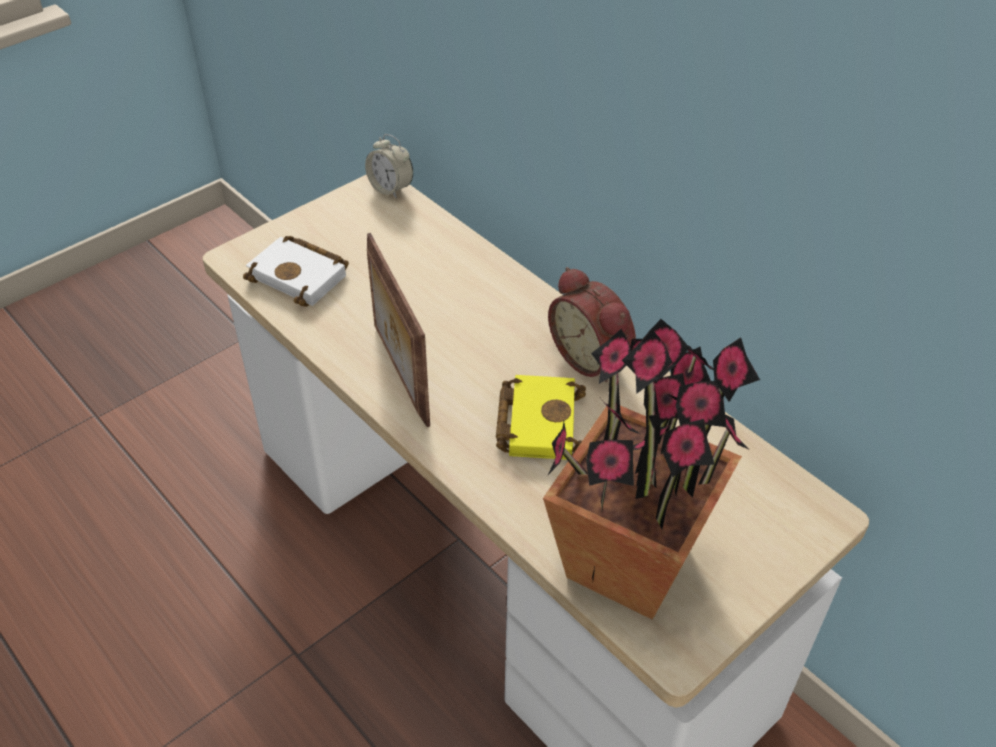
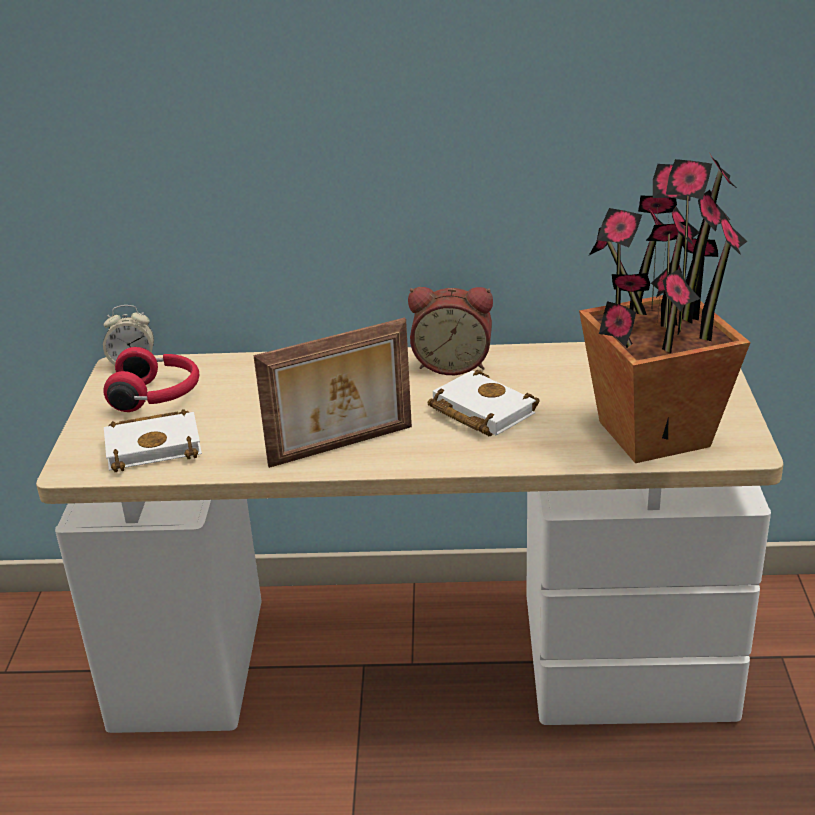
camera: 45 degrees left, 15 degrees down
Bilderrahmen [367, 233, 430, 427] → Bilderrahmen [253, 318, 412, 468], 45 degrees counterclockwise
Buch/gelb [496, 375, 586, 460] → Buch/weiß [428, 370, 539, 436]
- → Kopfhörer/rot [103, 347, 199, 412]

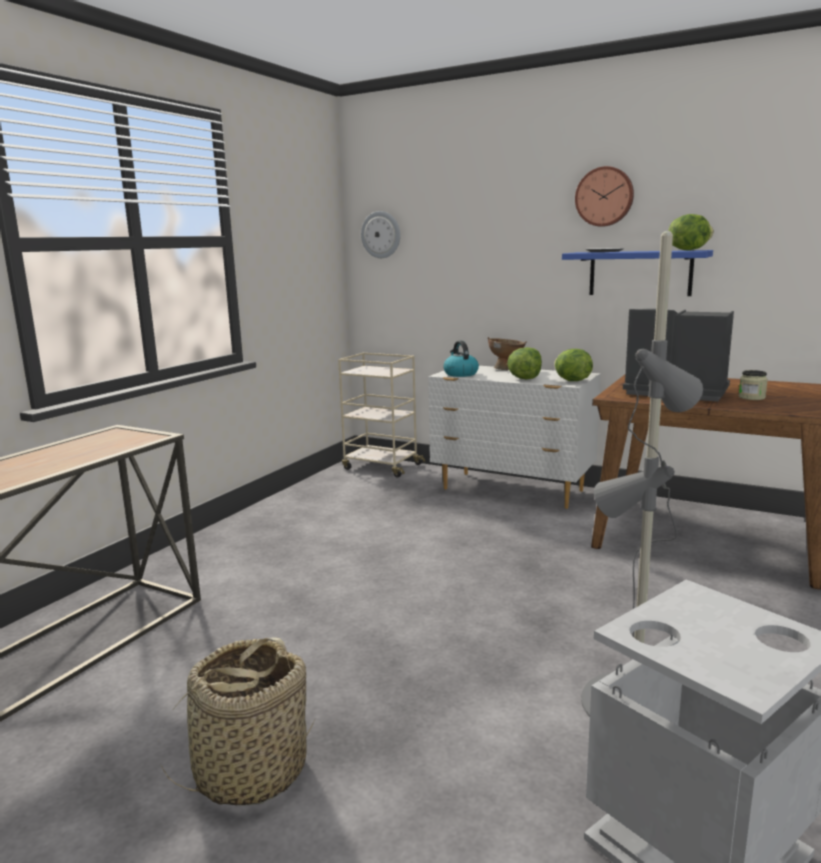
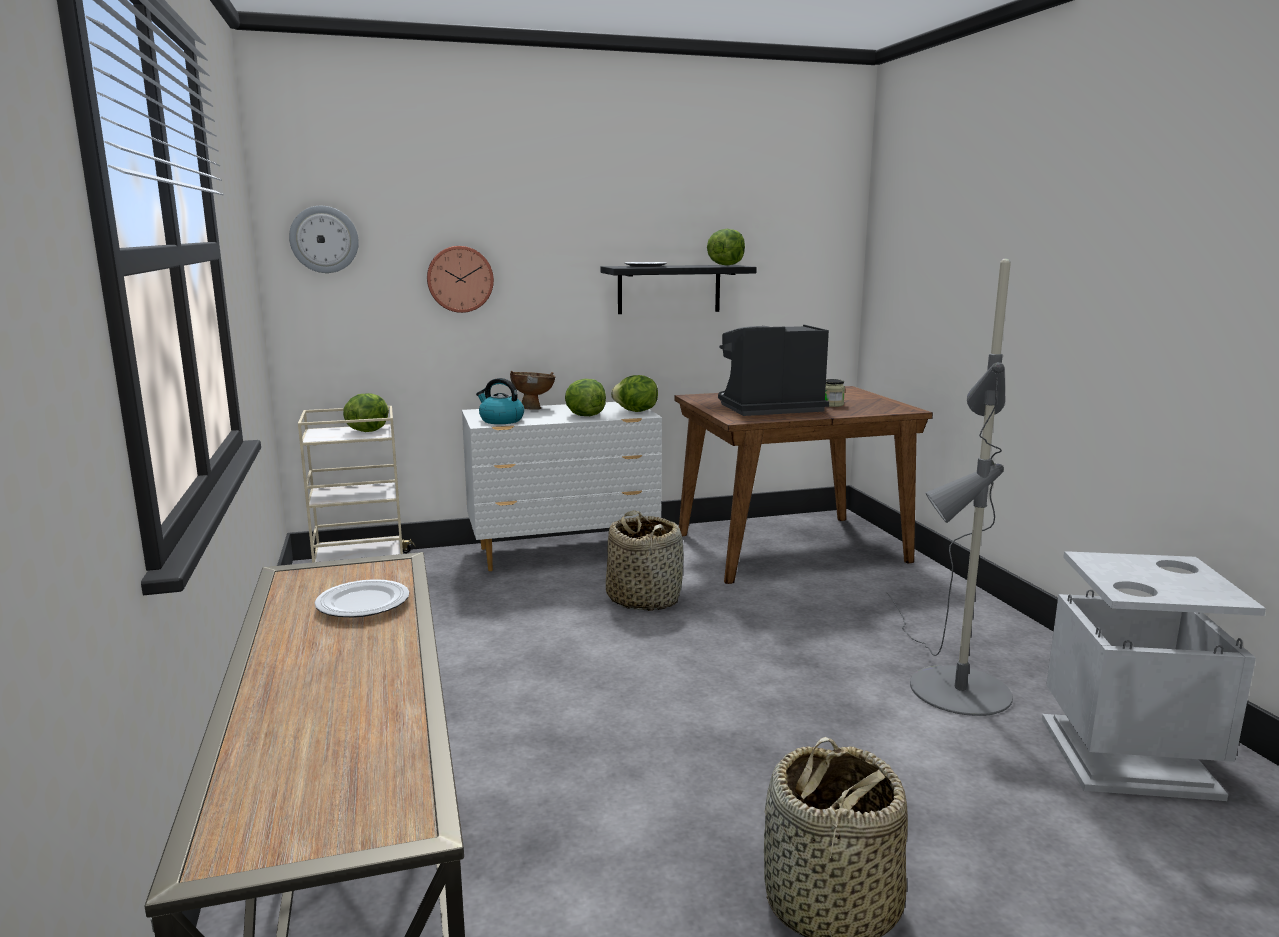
camera: 45 degrees left, 0 degrees up
Wanduhr [575, 166, 634, 227] → Wanduhr [427, 246, 494, 313], moved
Wandregal/blau [562, 250, 713, 296] → Wandregal/schwarz [600, 265, 757, 314]
- → Salatkopf [343, 393, 389, 432]
- → Korb [606, 510, 684, 611]
- → Teller [315, 579, 409, 617]

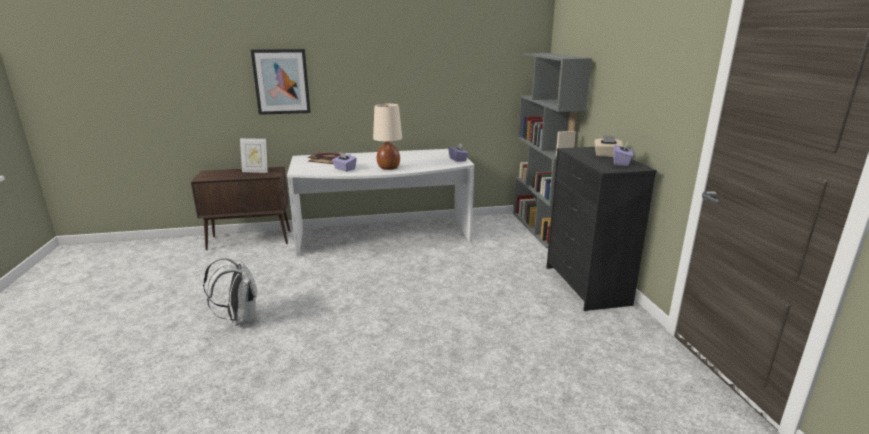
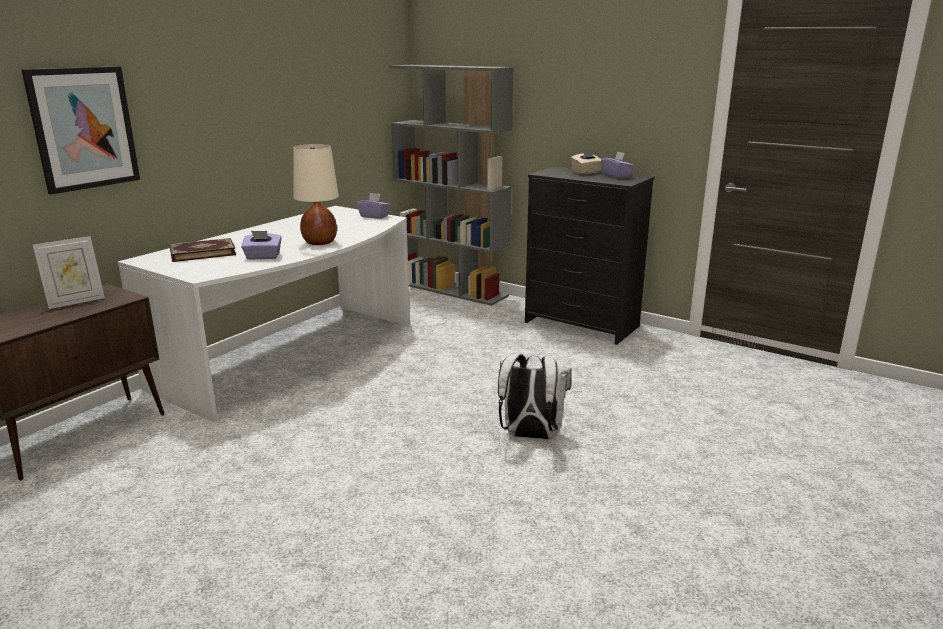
camera: 45 degrees left, 0 degrees up
Rucksack/weiß [203, 257, 257, 326] → Rucksack/weiß [498, 354, 571, 440], moved

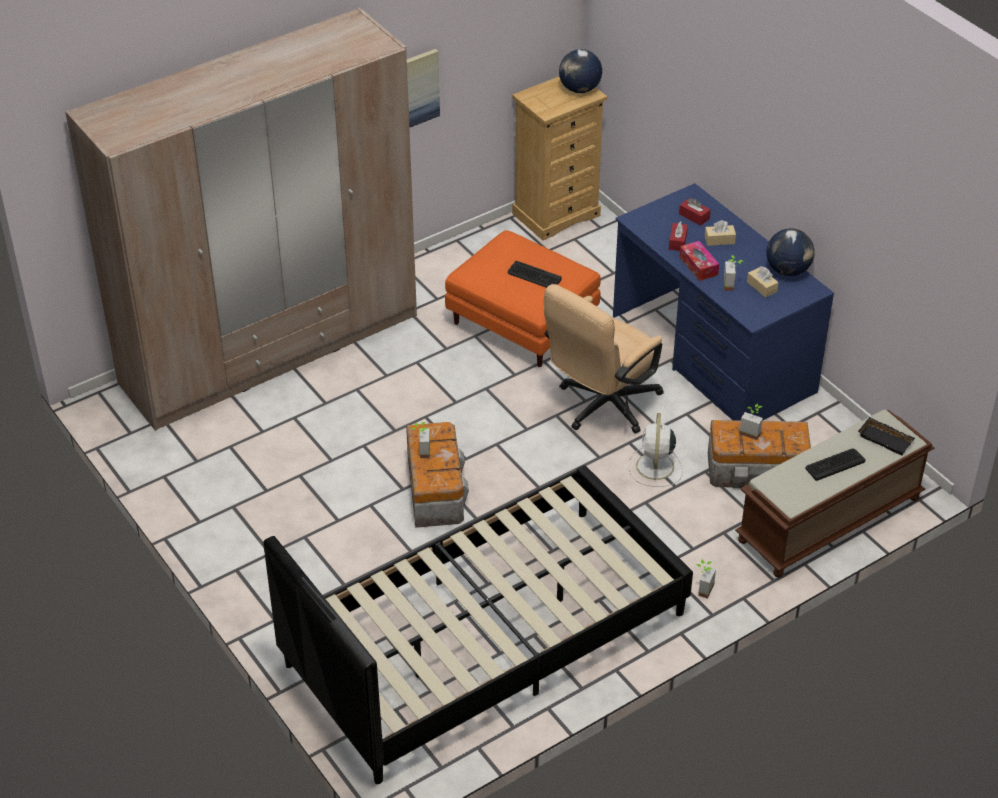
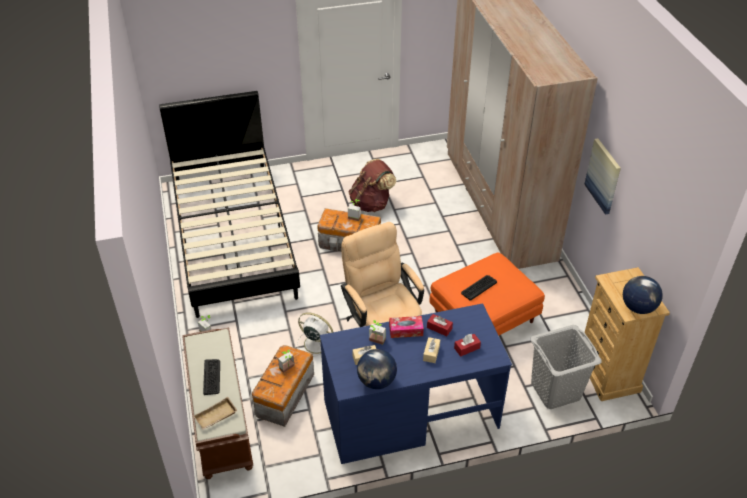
camera: 110 degrees right, 0 degrees up
Tablett/schwarz [858, 417, 915, 455] → Tablett/beige [194, 397, 237, 430]
- → Rucksack/braun [349, 159, 397, 212]
- → Wäschekorb/grau [530, 325, 602, 409]

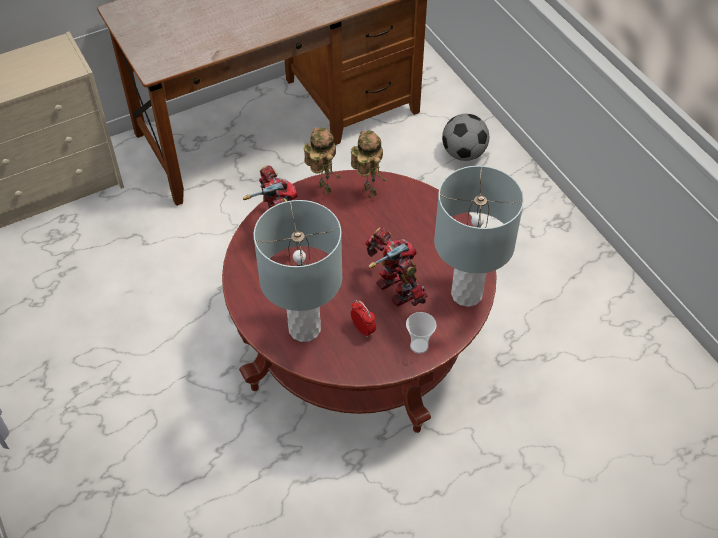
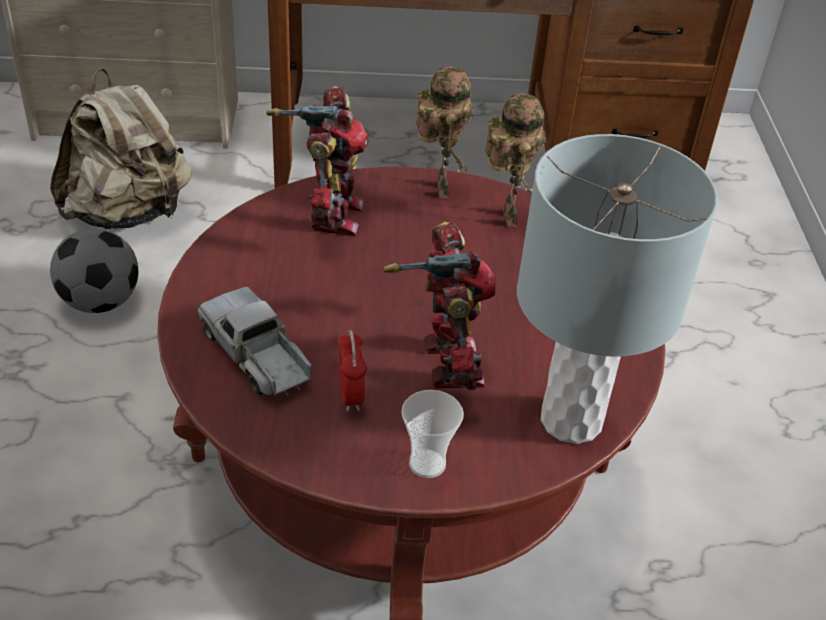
camera: 25 degrees right, 10 degrees down
Fußball [442, 114, 489, 161] → Fußball [50, 228, 139, 313], moved
Tischlampe/grau [254, 200, 342, 342] → Spielzeuglaster [197, 287, 312, 396]
- → Rucksack/beige [50, 68, 192, 229]

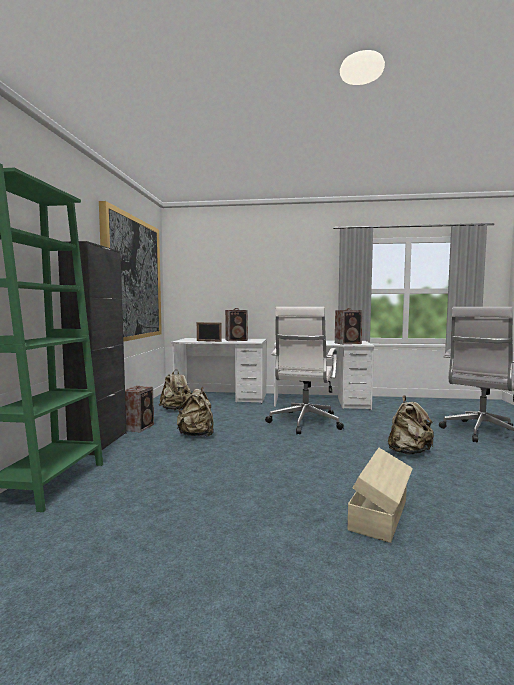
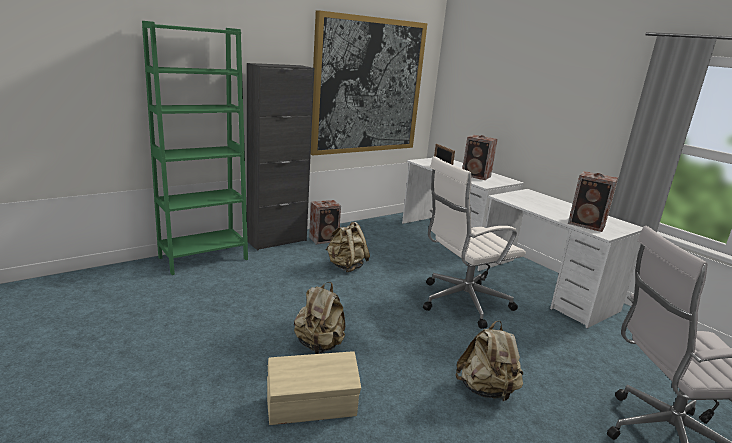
camera: 45 degrees right, 15 degrees up
Rucksack/beige [159, 369, 192, 410] → Rucksack/beige [294, 282, 345, 354], moved

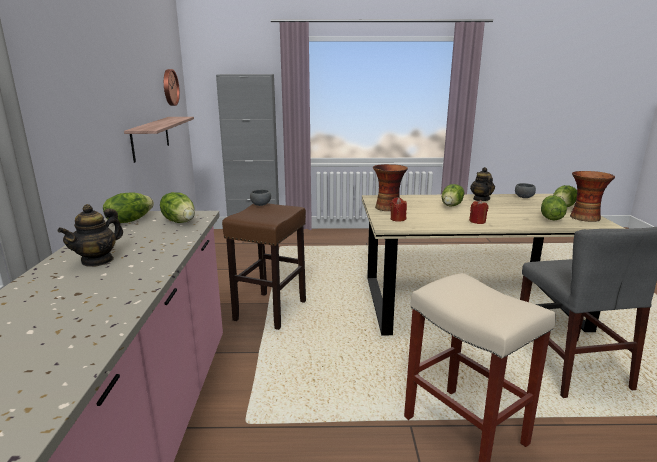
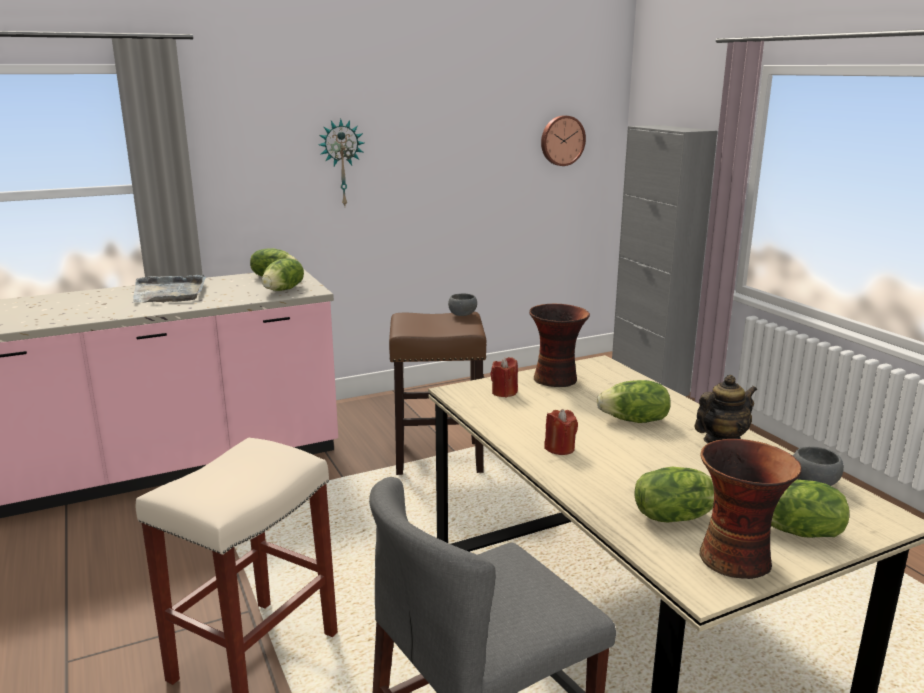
camera: 65 degrees right, 0 degrees up
Wandregal [124, 117, 194, 163] → -
Teekanne [57, 204, 123, 267] → Tablett/grau [133, 274, 206, 303]
- → Wanduhr [318, 119, 364, 206]

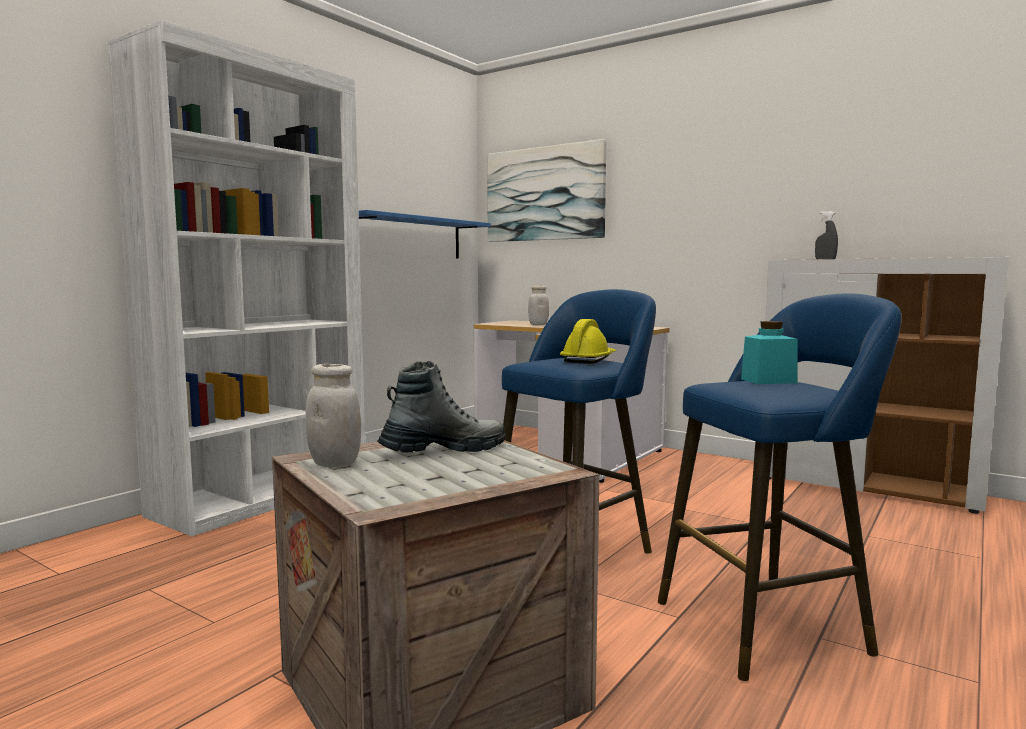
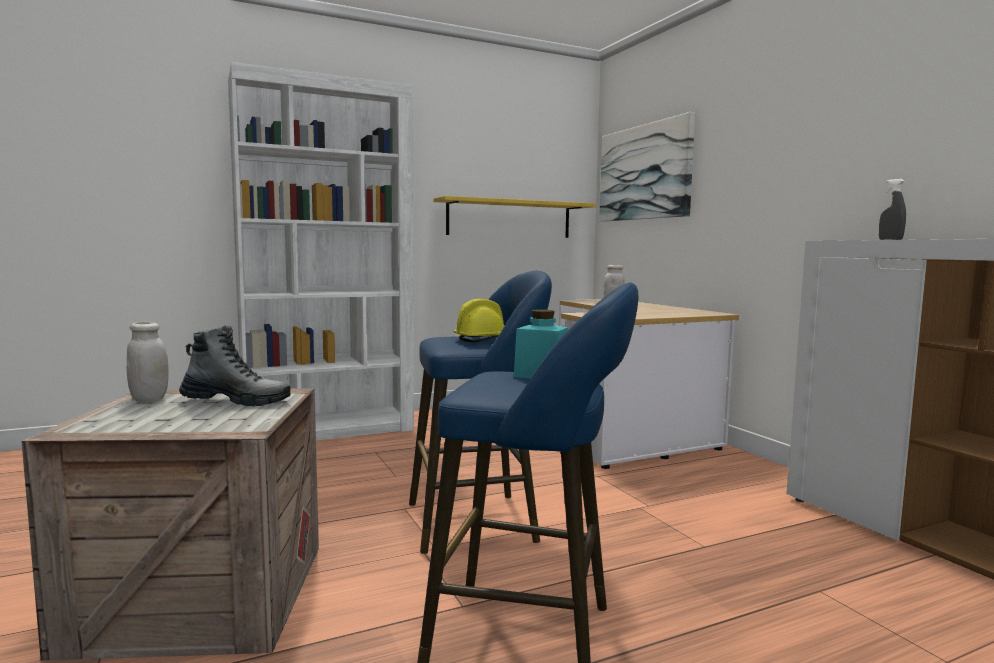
camera: 30 degrees right, 0 degrees up
Wandregal/blau [359, 210, 491, 258] → Wandregal/gelb [434, 196, 596, 238]

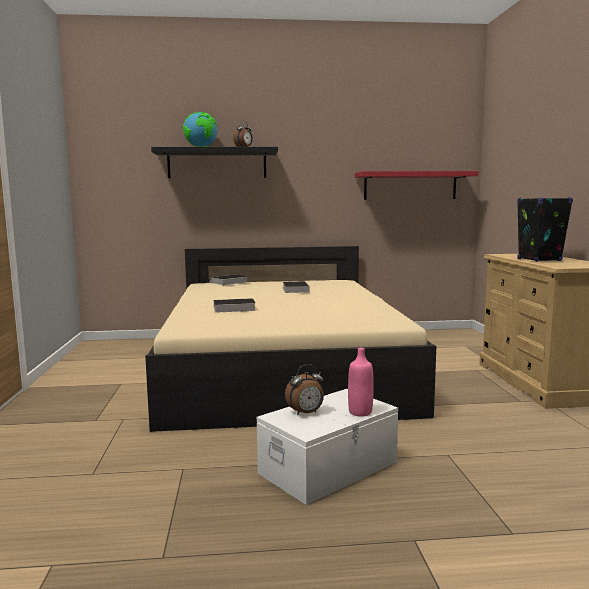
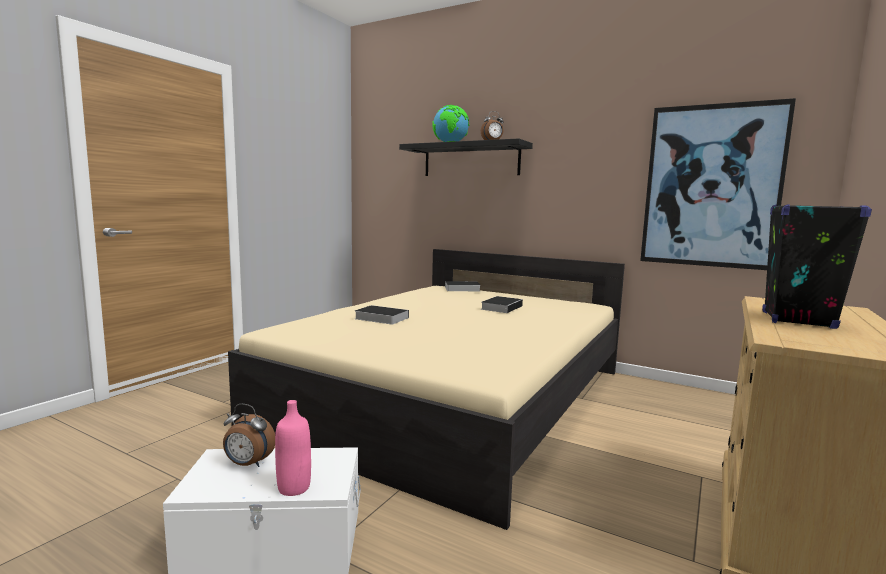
camera: 35 degrees right, 0 degrees up
Wandregal/rot [355, 171, 478, 200] → Bild [640, 98, 796, 270]

